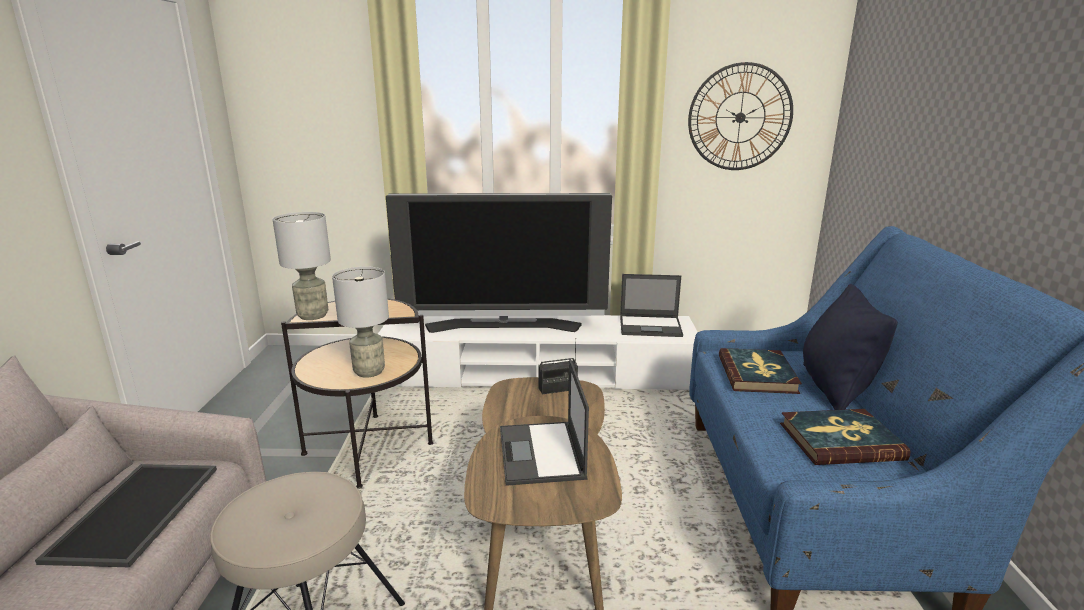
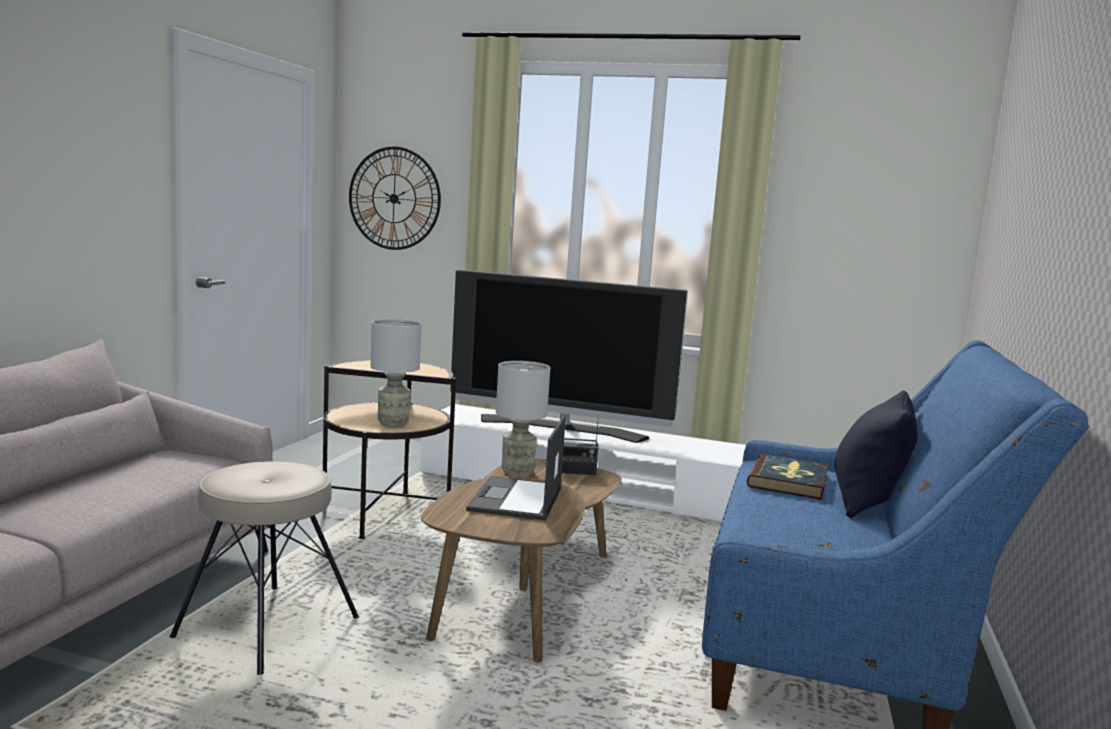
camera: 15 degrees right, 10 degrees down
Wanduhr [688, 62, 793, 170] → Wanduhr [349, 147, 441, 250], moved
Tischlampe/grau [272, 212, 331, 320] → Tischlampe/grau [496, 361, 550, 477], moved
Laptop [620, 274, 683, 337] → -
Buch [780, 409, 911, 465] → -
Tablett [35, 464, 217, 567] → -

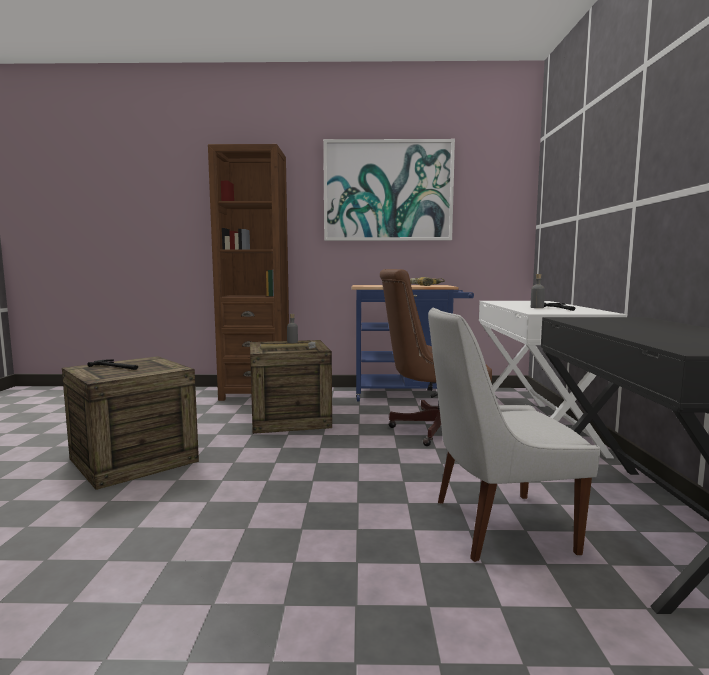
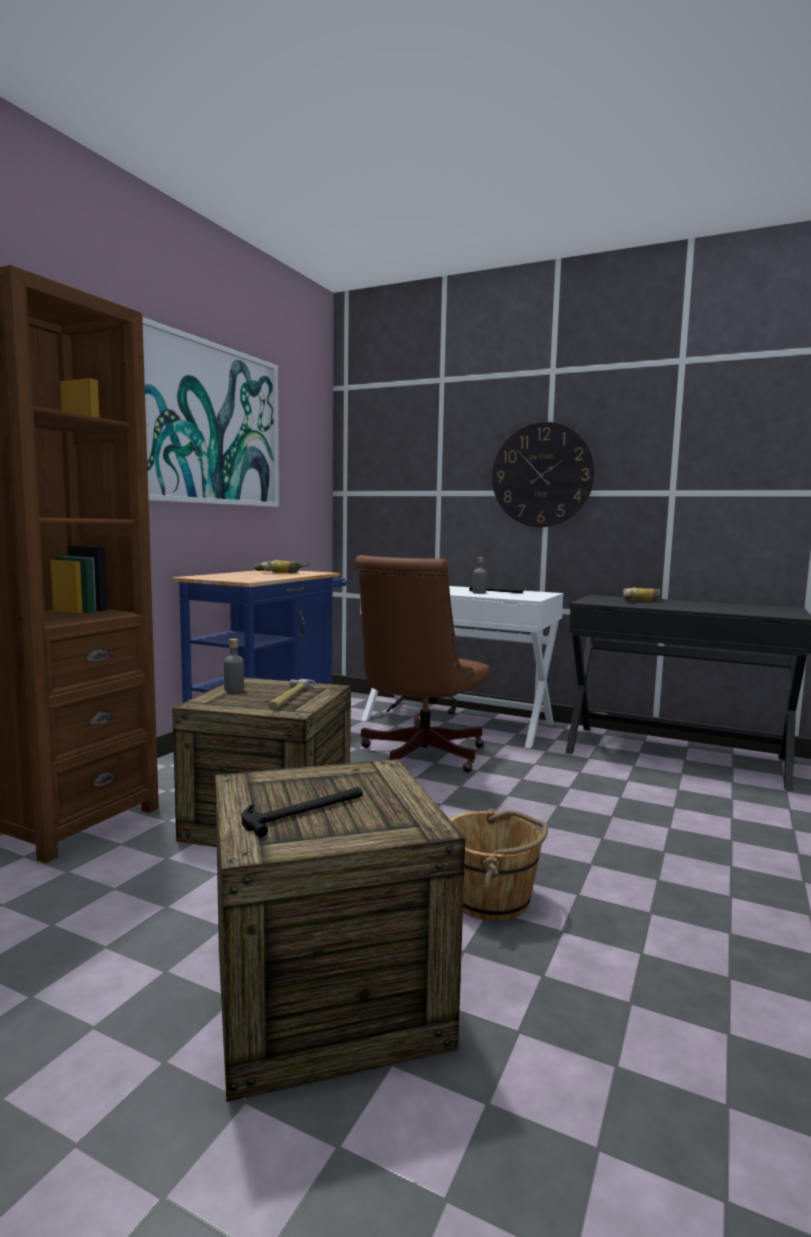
camera: 65 degrees left, 0 degrees up
Stuhl/weiß [428, 308, 600, 562] → -
- → Wanduhr [492, 422, 595, 527]
- → Bohrmaschine [622, 587, 661, 601]
- → Eimer/braun [450, 808, 548, 921]

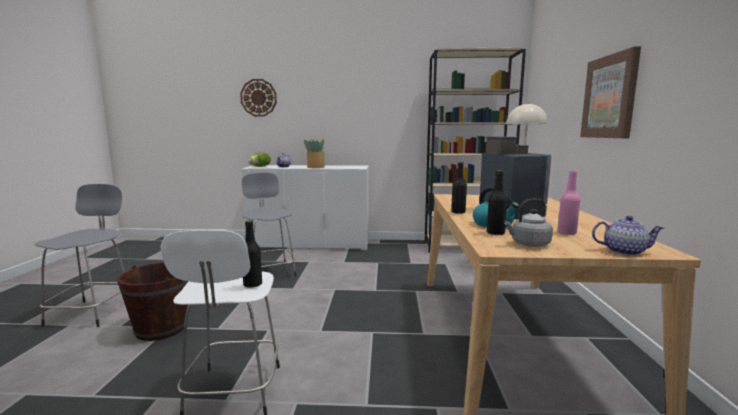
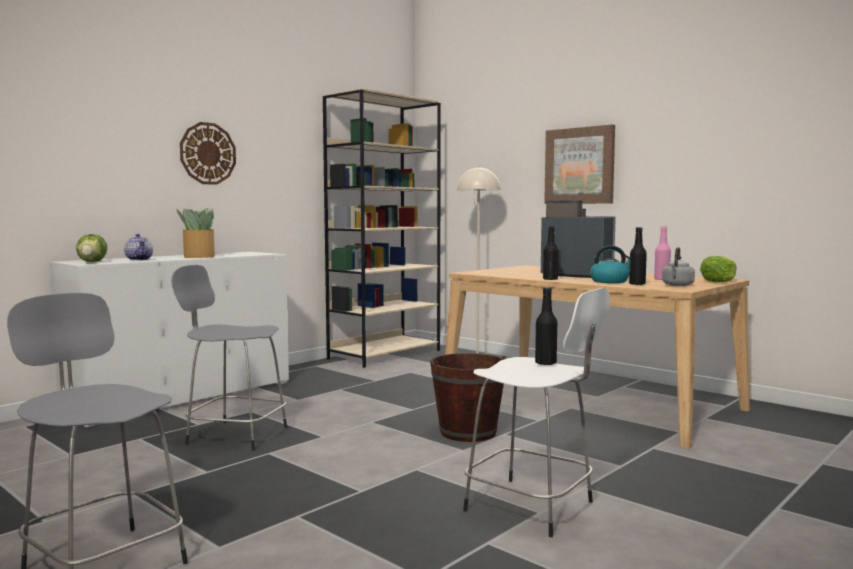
camera: 50 degrees left, 5 degrees down
Wanduhr [240, 79, 277, 117] → Wanduhr [180, 122, 236, 185], moved
Teekanne [592, 216, 664, 256] → Salatkopf [700, 256, 736, 282]
Eimer/braun [117, 262, 189, 341] → Eimer/braun [430, 353, 506, 442], moved

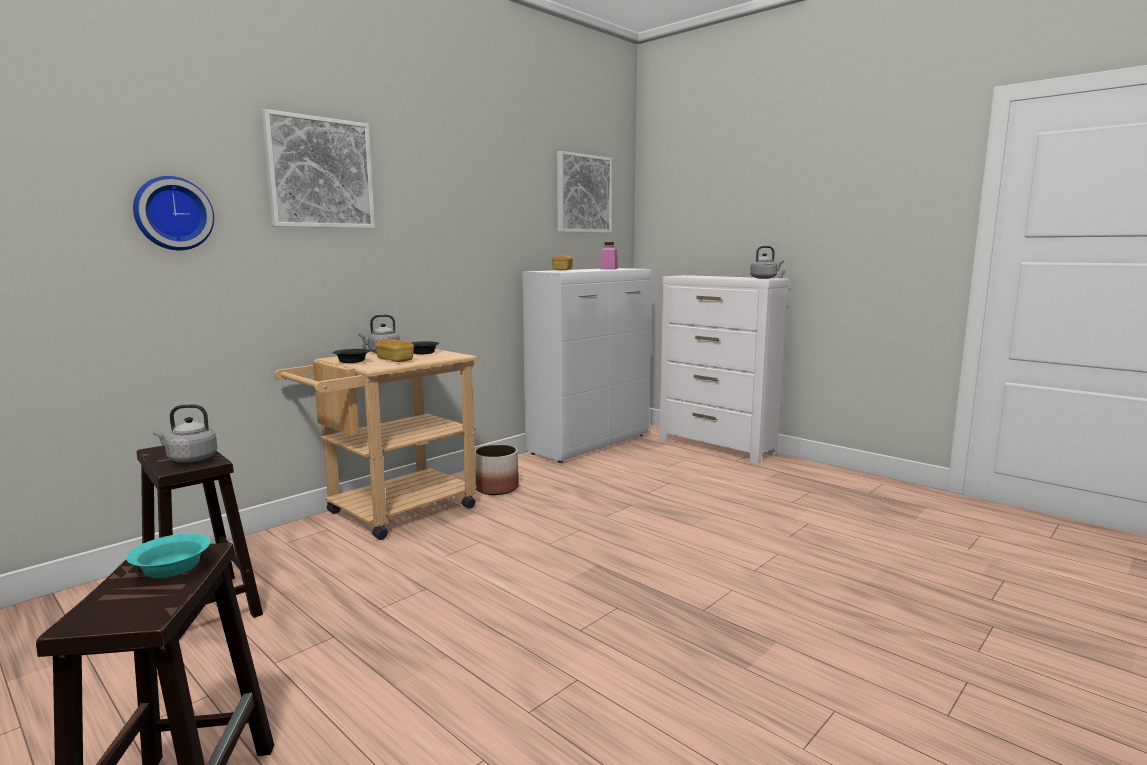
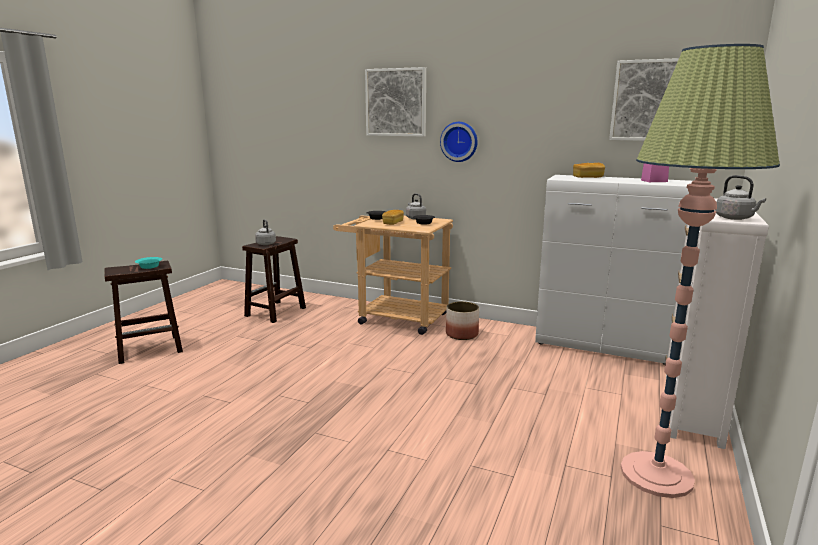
camera: 70 degrees right, 5 degrees up
Wanduhr [133, 176, 214, 250] → Wanduhr [440, 122, 478, 162], moved
- → Stehlampe [621, 44, 780, 498]

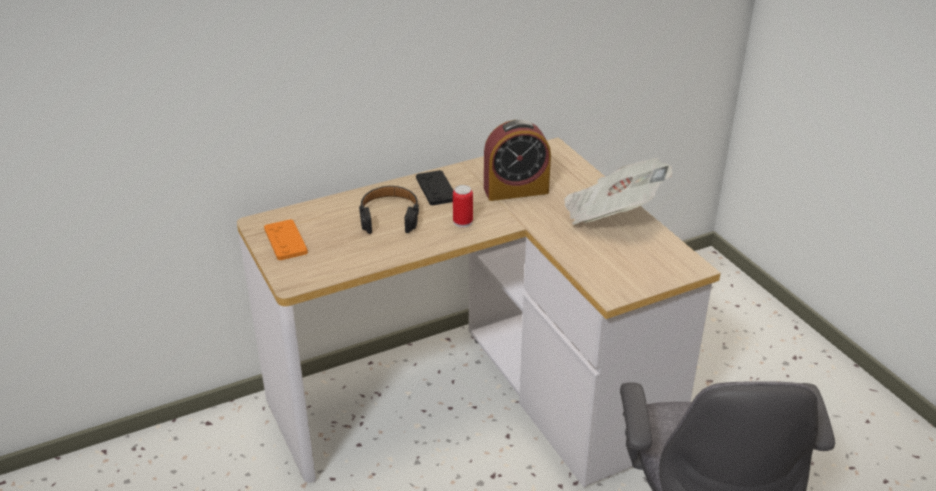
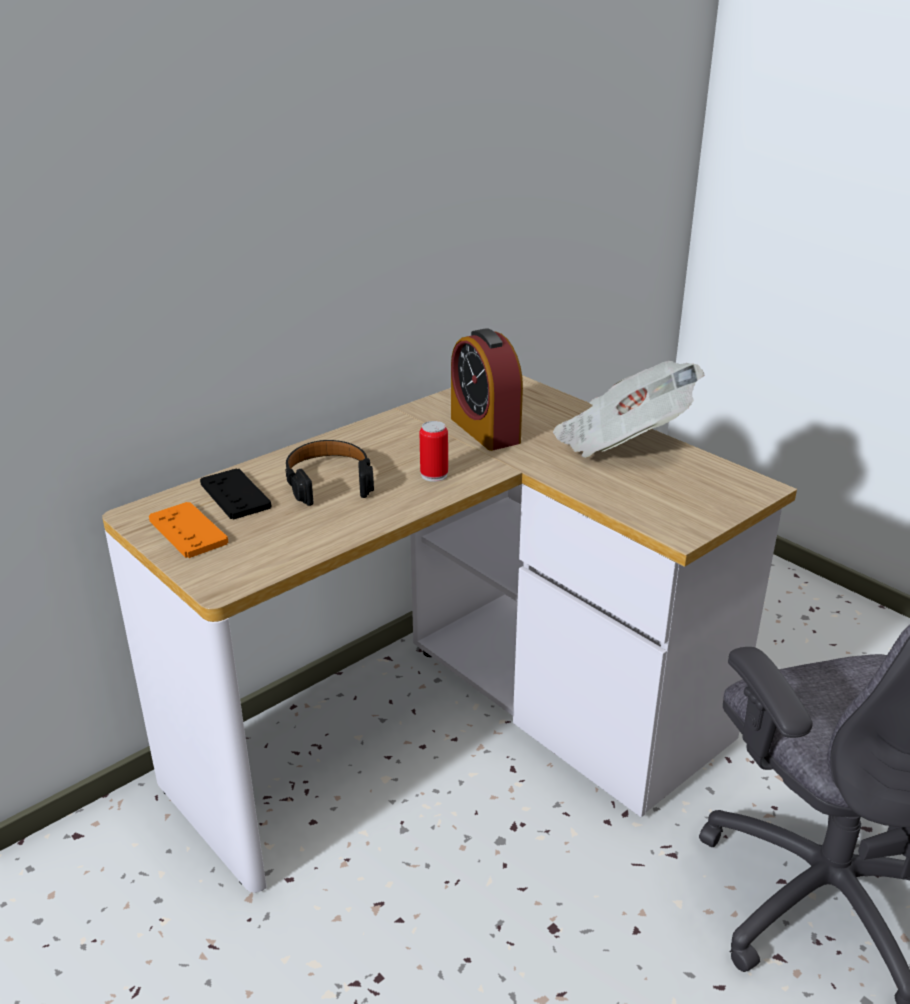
camera: 15 degrees left, 5 degrees down
Wecker [484, 120, 551, 201] → Wecker [451, 328, 523, 451], 90 degrees clockwise
Gamepad/schwarz [416, 170, 454, 206] → Gamepad/schwarz [200, 468, 272, 520], moved

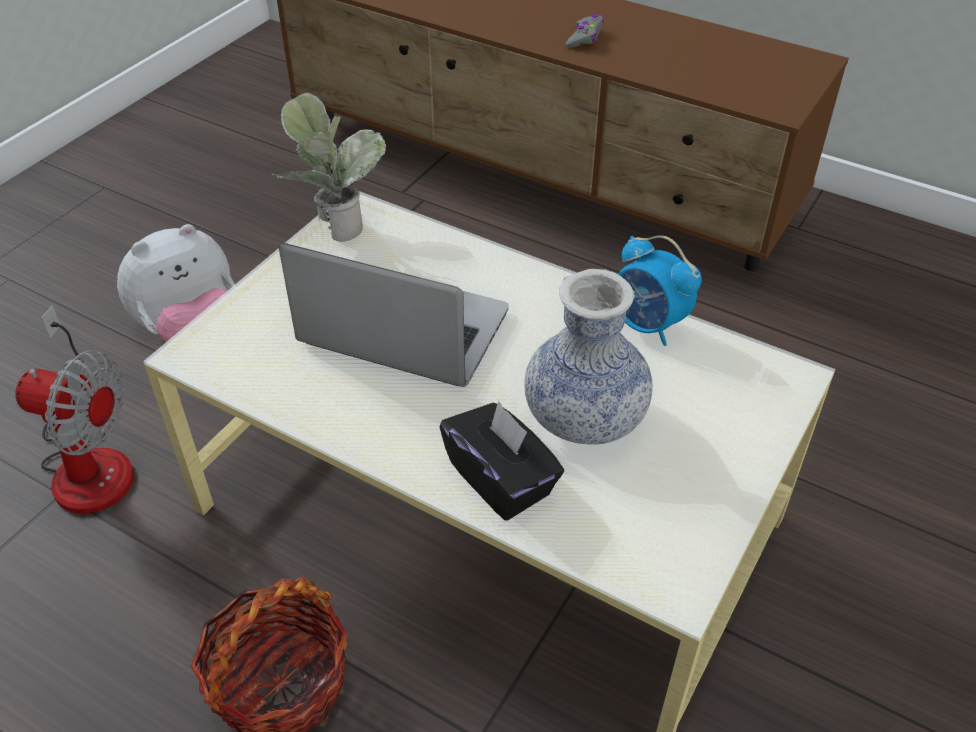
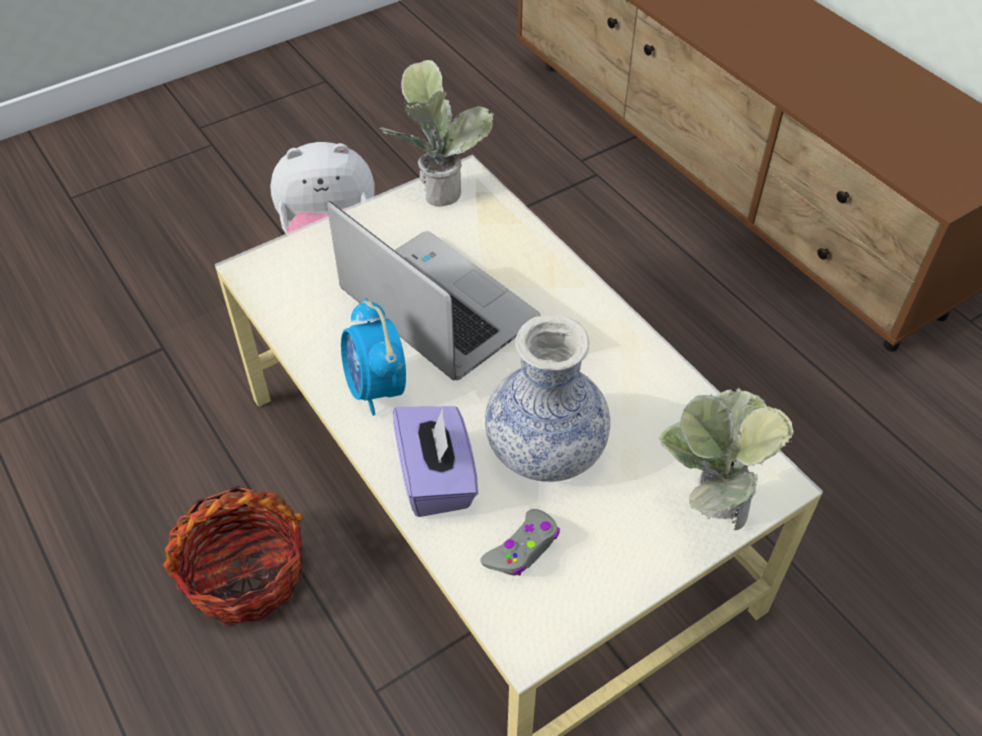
camera: 25 degrees right, 5 degrees up
Gamepad/grau [566, 14, 604, 48] → Gamepad/grau [480, 509, 560, 576], moved
Wecker [619, 235, 702, 346] → Wecker [341, 298, 406, 416], moved
Ventilator [15, 305, 134, 514] → -
Taschentuchbox/schwarz [440, 400, 564, 521] → Taschentuchbox/lila [393, 406, 478, 517]
- → Topfpflanze [659, 388, 794, 530]

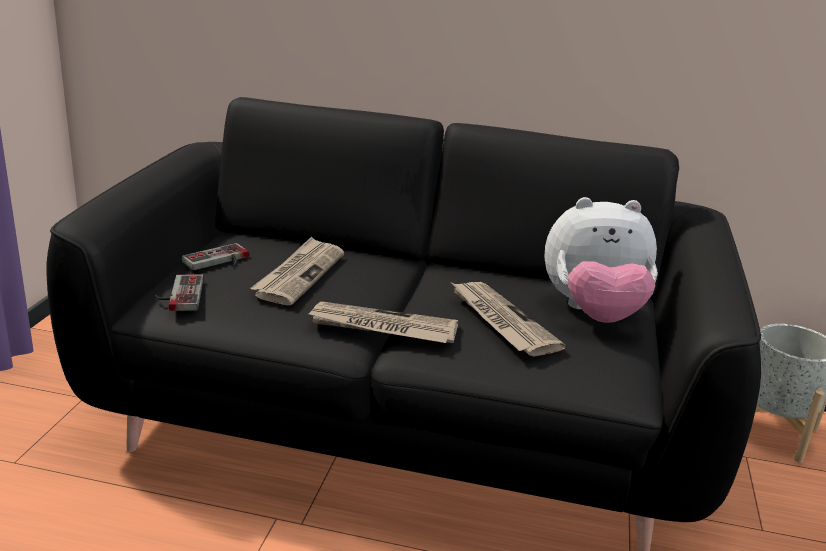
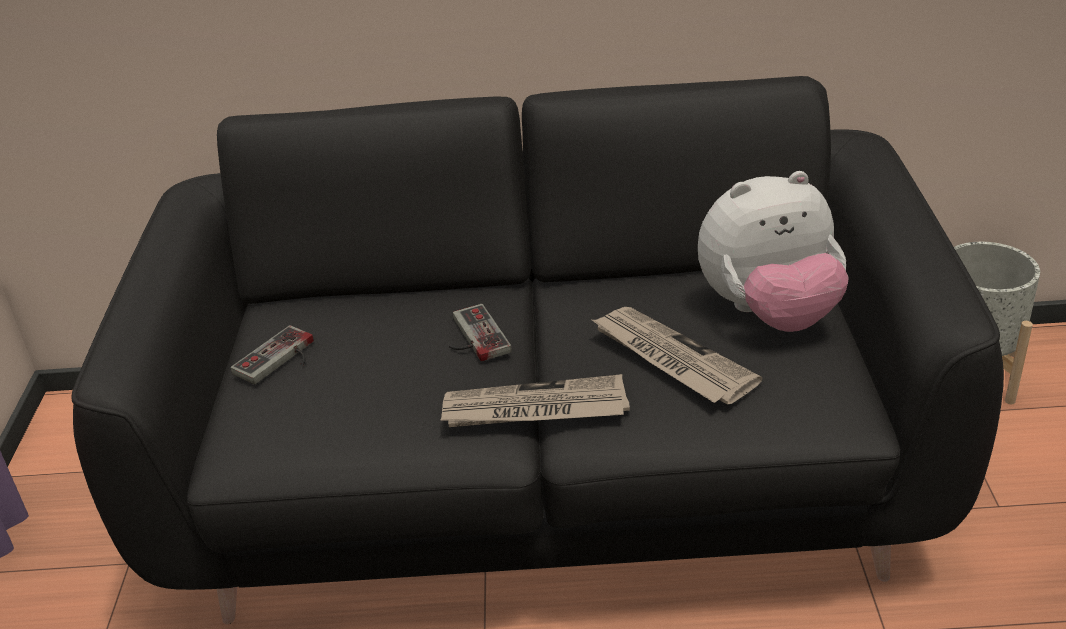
camera: 10 degrees left, 10 degrees up
Zeitung [250, 237, 344, 305] → -
Gamepad [155, 274, 203, 311] → Gamepad [449, 304, 512, 361], moved

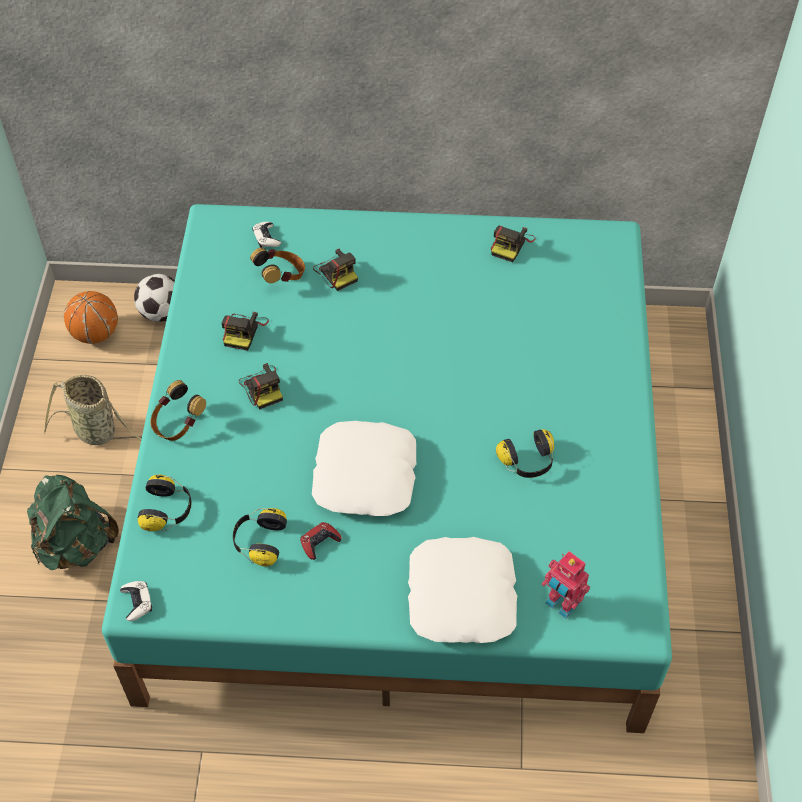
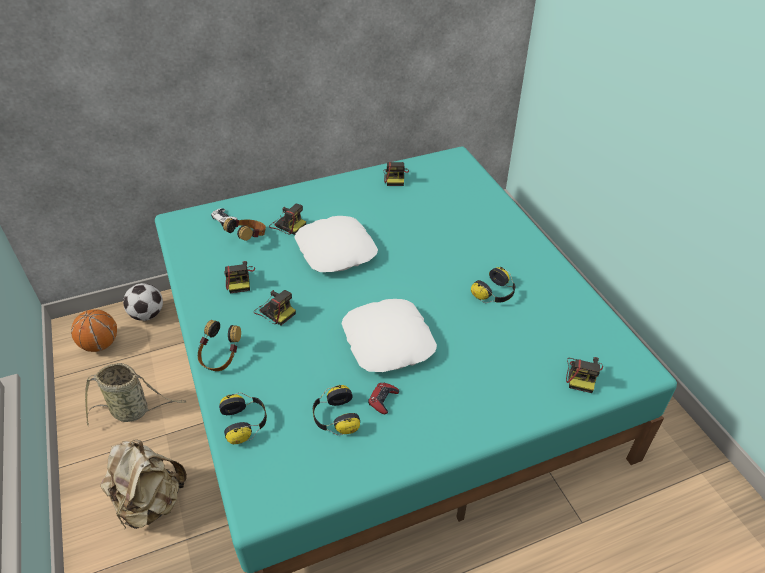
camera: 25 degrees left, 10 degrees down
Rucksack/grün [27, 475, 119, 570] → Rucksack/beige [101, 439, 187, 529]
Kissen/weiß [408, 537, 517, 643] → Kissen/weiß [294, 216, 378, 272], moved
Spielzeugroboter [542, 551, 590, 619] → Kamera [566, 357, 603, 393]
Gamepad/weiß [120, 581, 152, 621] → -

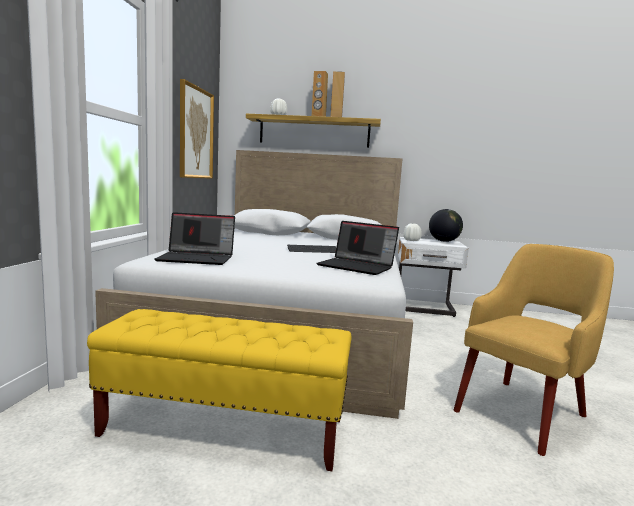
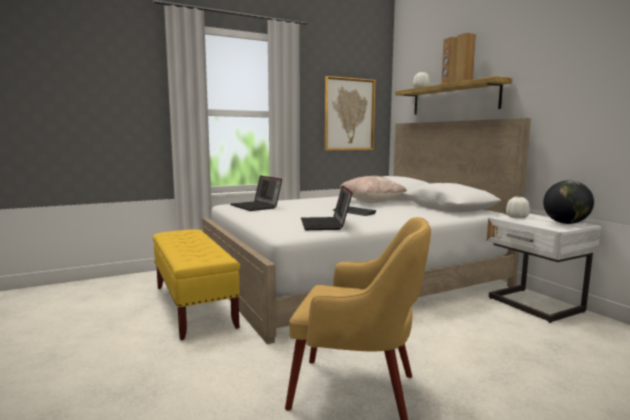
camera: 55 degrees right, 0 degrees up
- → Kissen/beige [340, 176, 407, 203]

